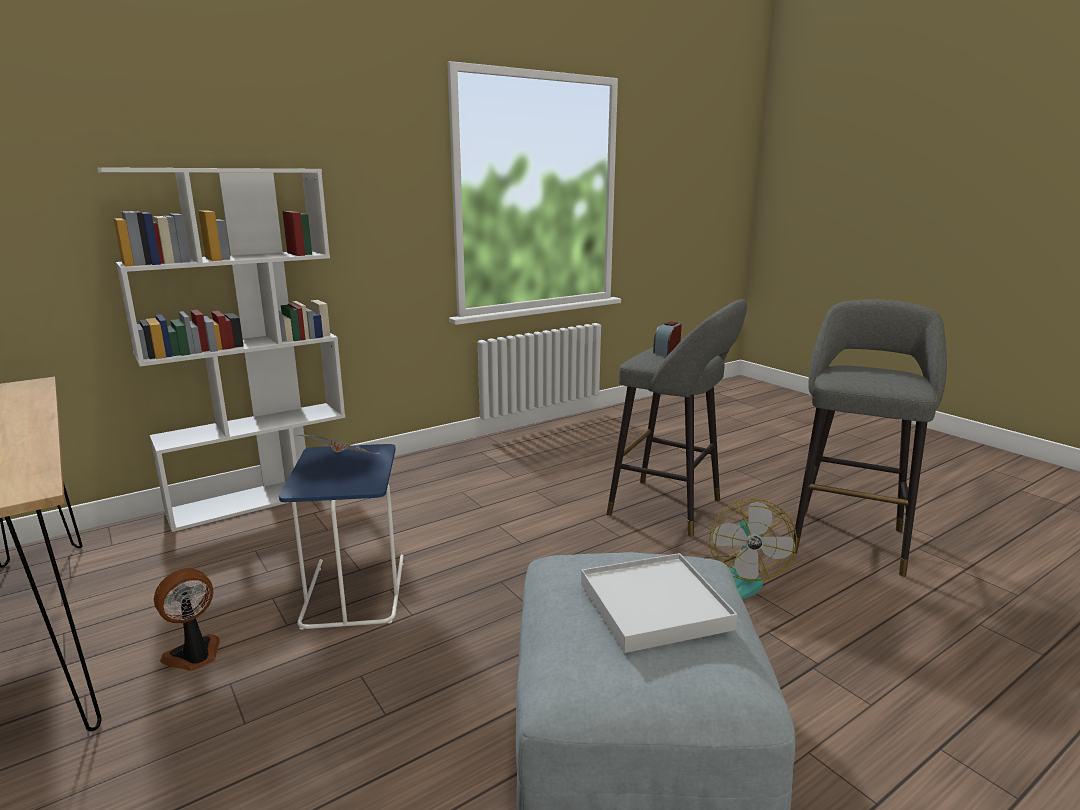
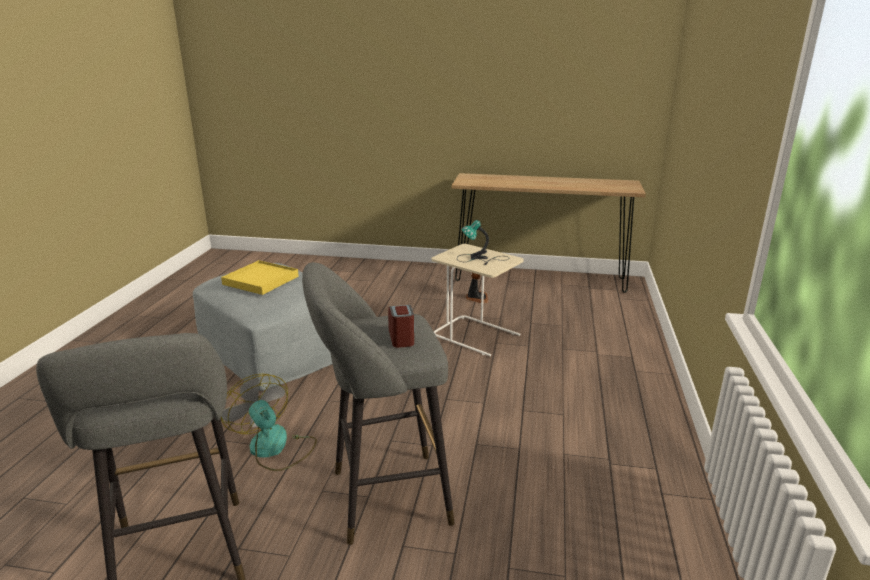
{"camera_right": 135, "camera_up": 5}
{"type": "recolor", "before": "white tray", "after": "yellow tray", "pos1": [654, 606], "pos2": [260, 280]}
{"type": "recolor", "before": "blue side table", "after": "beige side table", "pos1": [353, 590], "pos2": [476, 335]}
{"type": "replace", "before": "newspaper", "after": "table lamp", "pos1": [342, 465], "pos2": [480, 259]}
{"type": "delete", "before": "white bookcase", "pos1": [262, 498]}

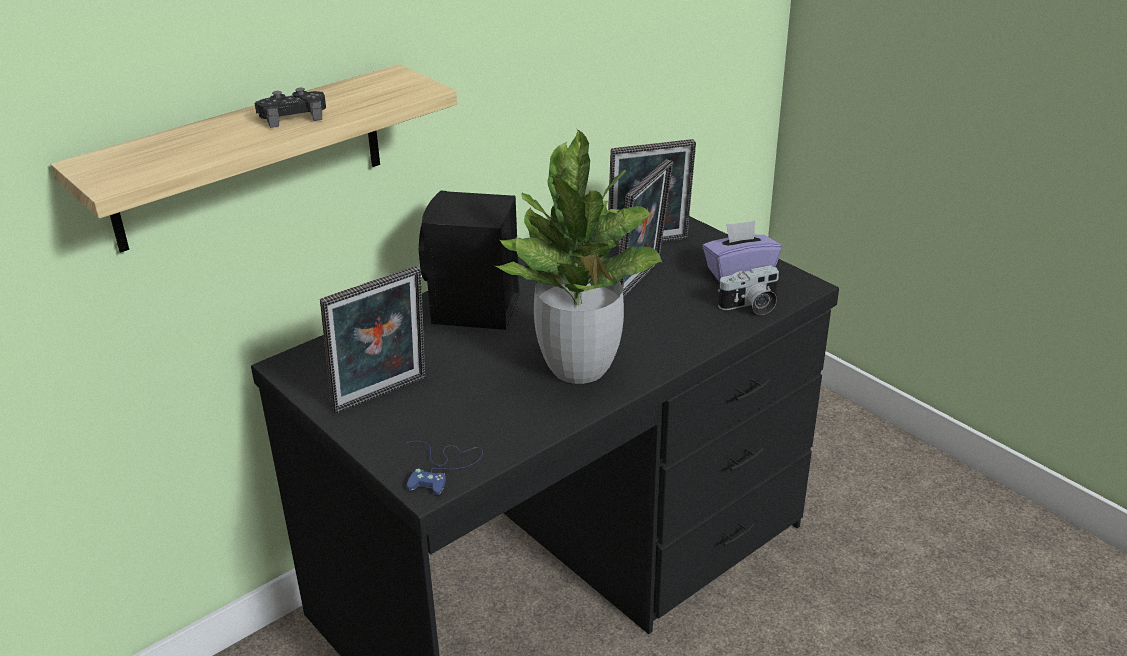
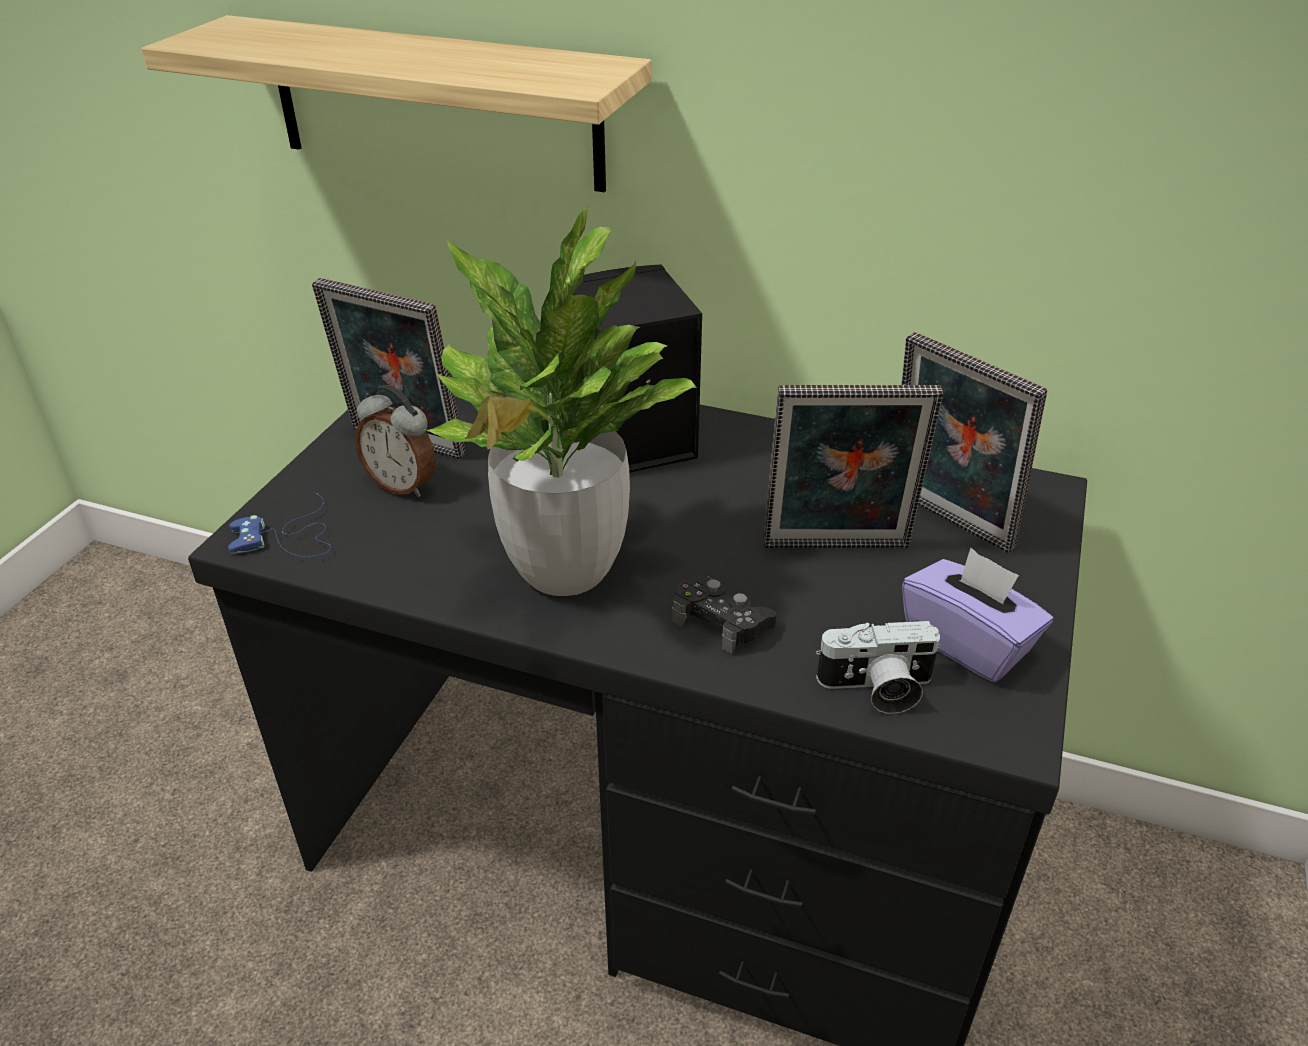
{"camera_right": 60, "camera_up": 5}
{"type": "insert", "after": "alarm clock", "pos2": [403, 485]}
{"type": "move", "before": "black game controller", "pos1": [292, 116], "pos2": [721, 621]}
{"type": "rotate", "before": "photo camera", "pos1": [751, 306], "pos2": [877, 689], "turn": -45}

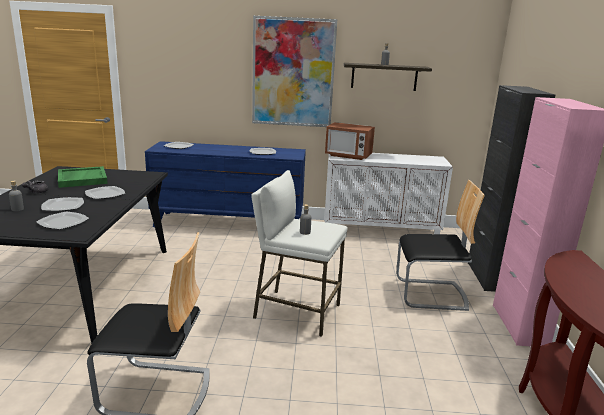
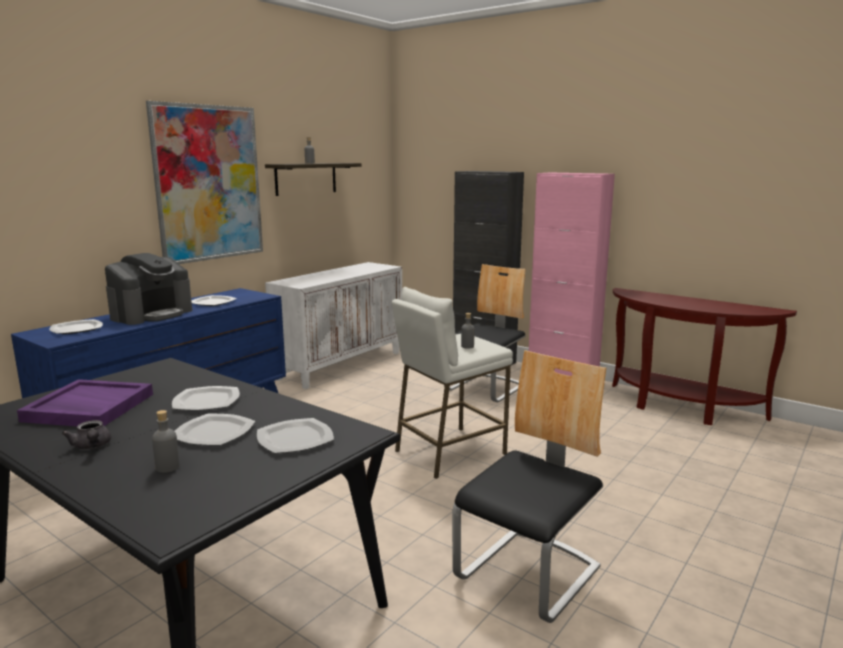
{"camera_right": -55, "camera_up": -5}
{"type": "recolor", "before": "green tray", "after": "purple tray", "pos1": [82, 179], "pos2": [88, 407]}
{"type": "insert", "after": "coffee machine", "pos2": [152, 314]}
{"type": "delete", "before": "microwave", "pos1": [348, 156]}

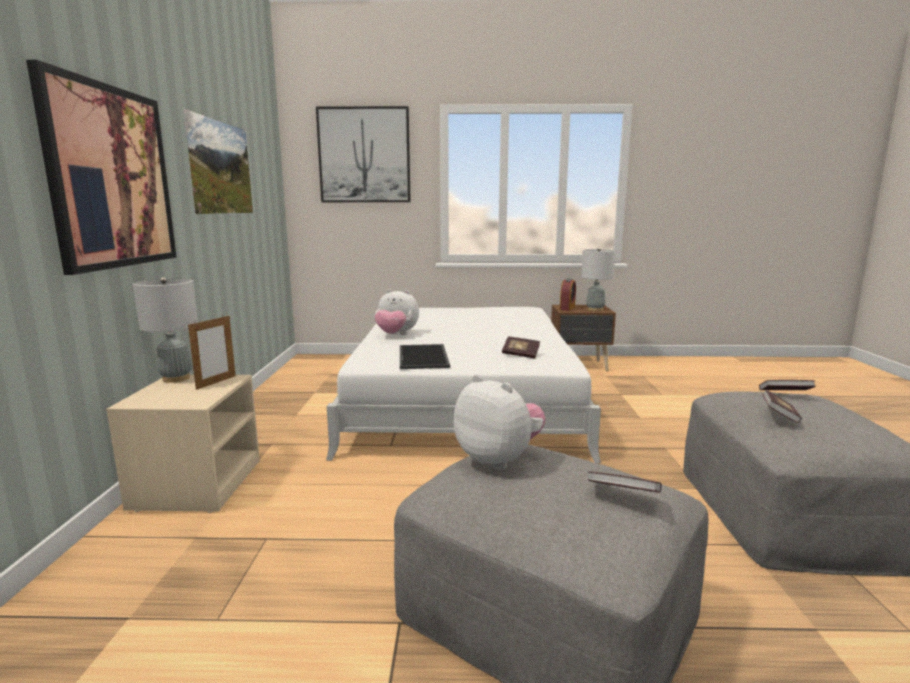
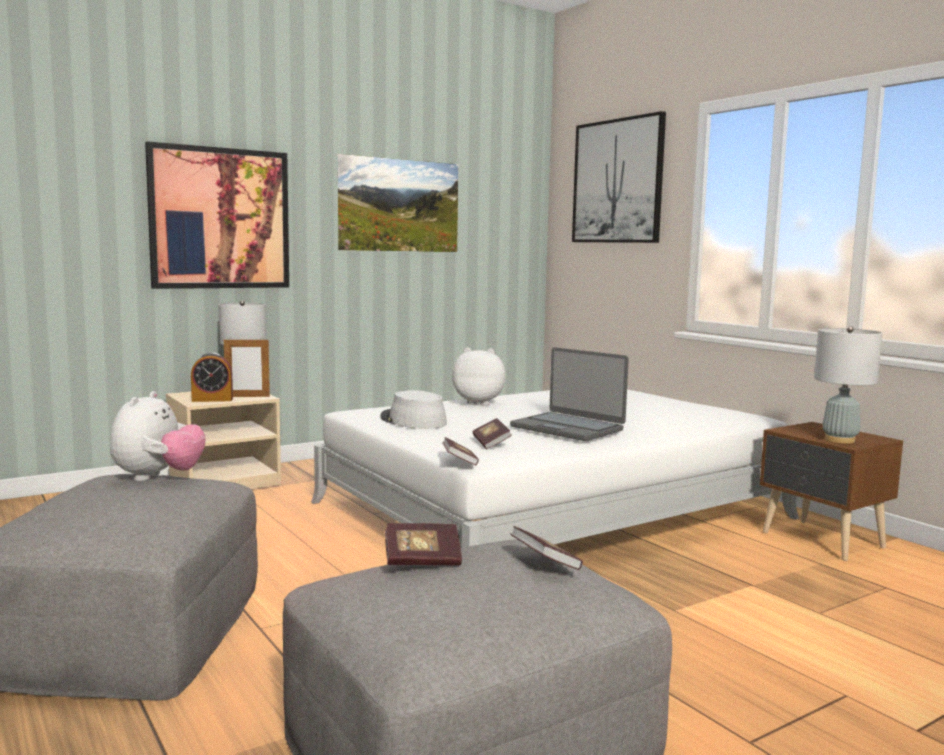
{"camera_right": 55, "camera_up": -5}
{"type": "move", "before": "alarm clock", "pos1": [567, 308], "pos2": [212, 400]}
{"type": "replace", "before": "tray", "after": "grey hat", "pos1": [424, 357], "pos2": [412, 421]}
{"type": "move", "before": "book", "pos1": [623, 495], "pos2": [459, 462]}
{"type": "rotate", "before": "plush toy", "pos1": [396, 335], "pos2": [479, 403], "turn": 120}
{"type": "insert", "after": "laptop", "pos2": [567, 428]}

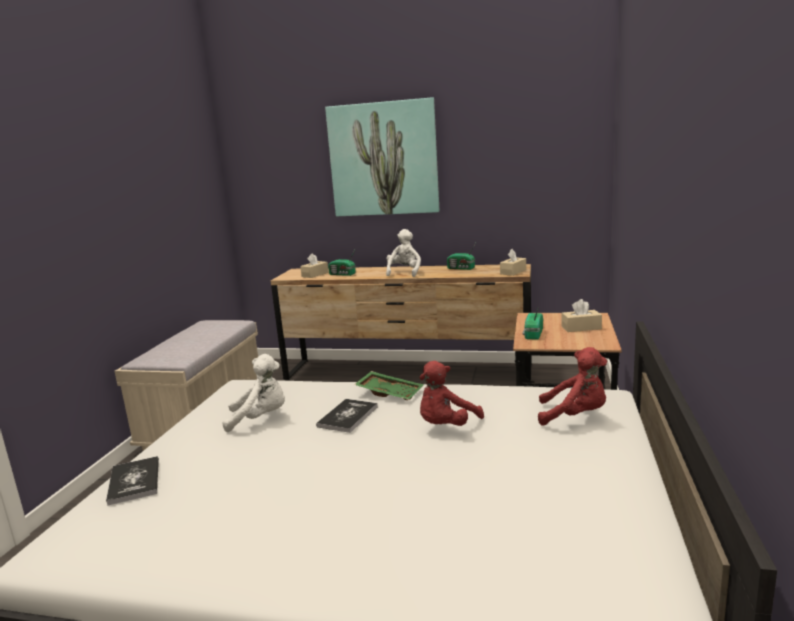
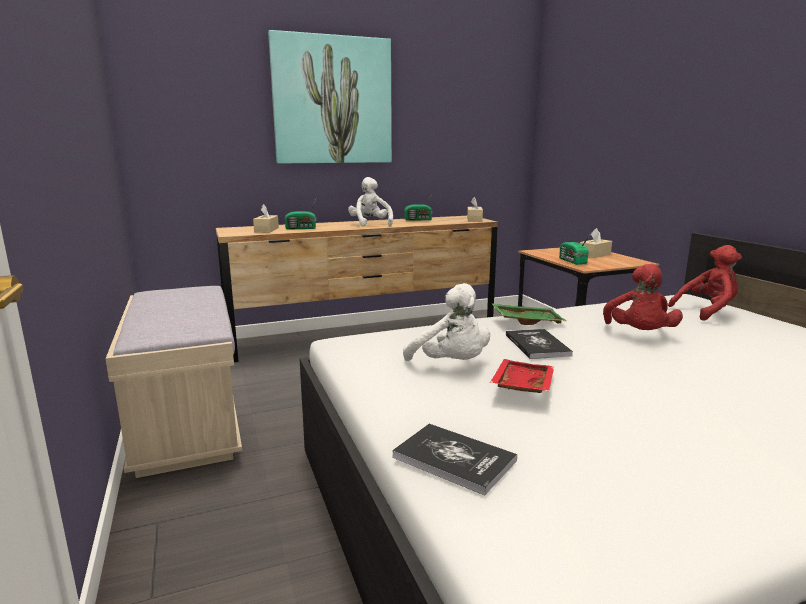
{"camera_right": -35, "camera_up": 0}
{"type": "rotate", "before": "white plush toy", "pos1": [260, 418], "pos2": [451, 364], "turn": 90}
{"type": "insert", "after": "red tray", "pos2": [521, 386]}

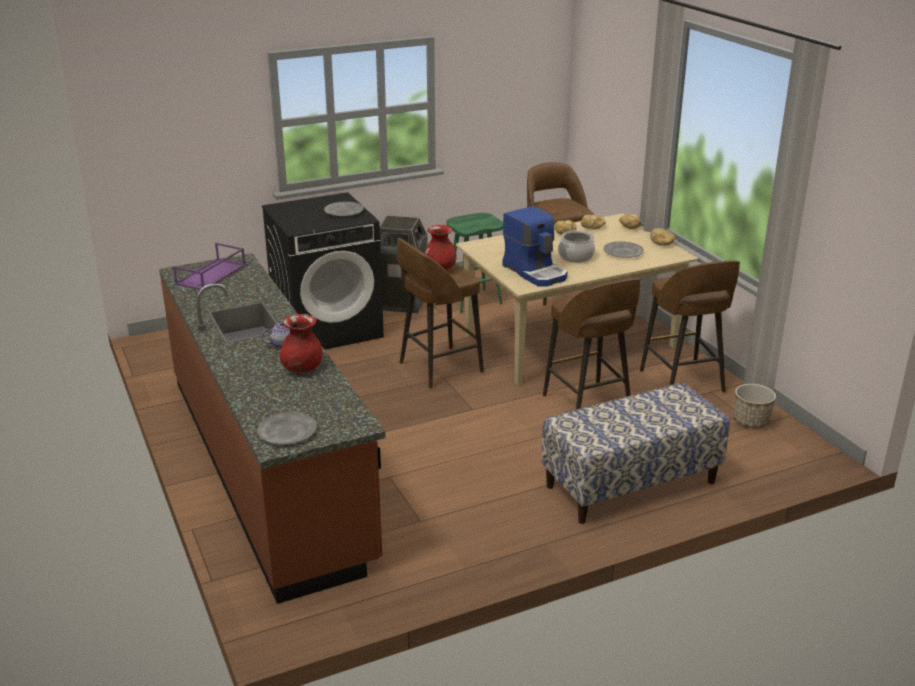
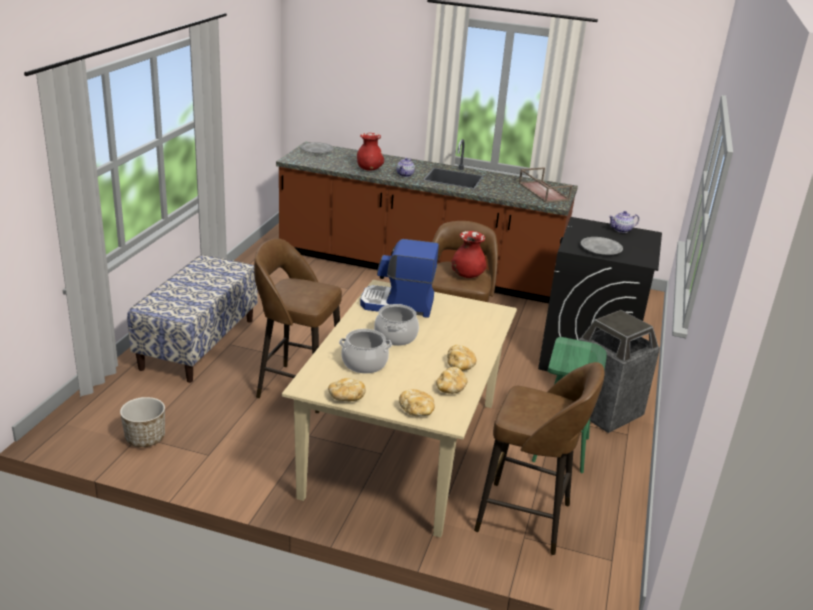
{"camera_right": 130, "camera_up": 0}
{"type": "replace", "before": "grey plate", "after": "cooking pot", "pos1": [622, 252], "pos2": [364, 363]}
{"type": "recolor", "before": "purple tray", "after": "brown tray", "pos1": [211, 275], "pos2": [542, 191]}
{"type": "insert", "after": "teapot", "pos2": [621, 230]}
{"type": "delete", "before": "brown stool", "pos1": [683, 382]}

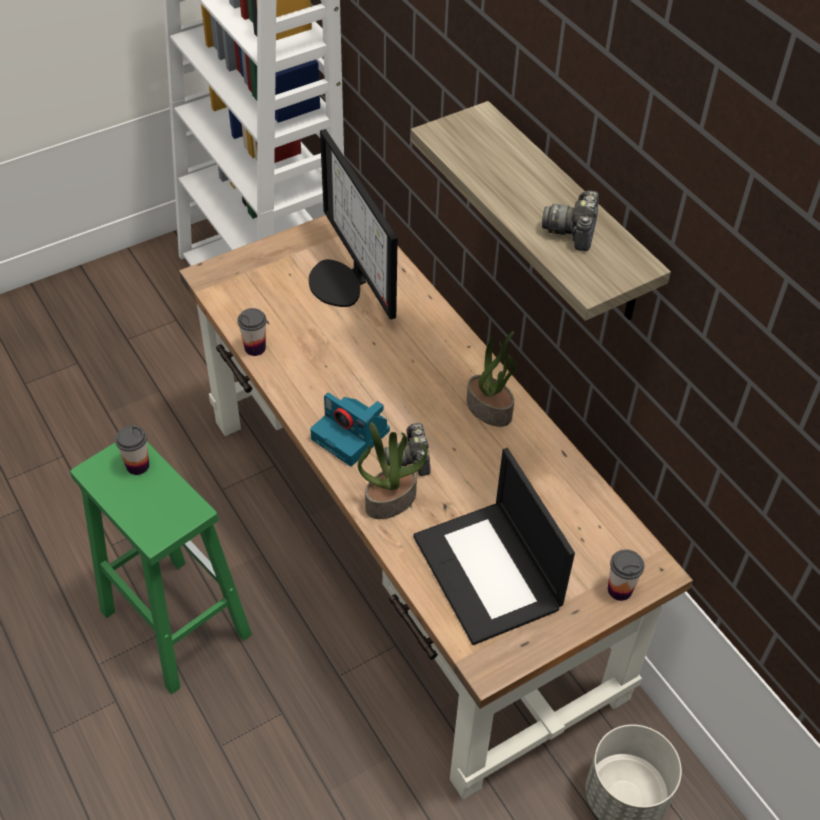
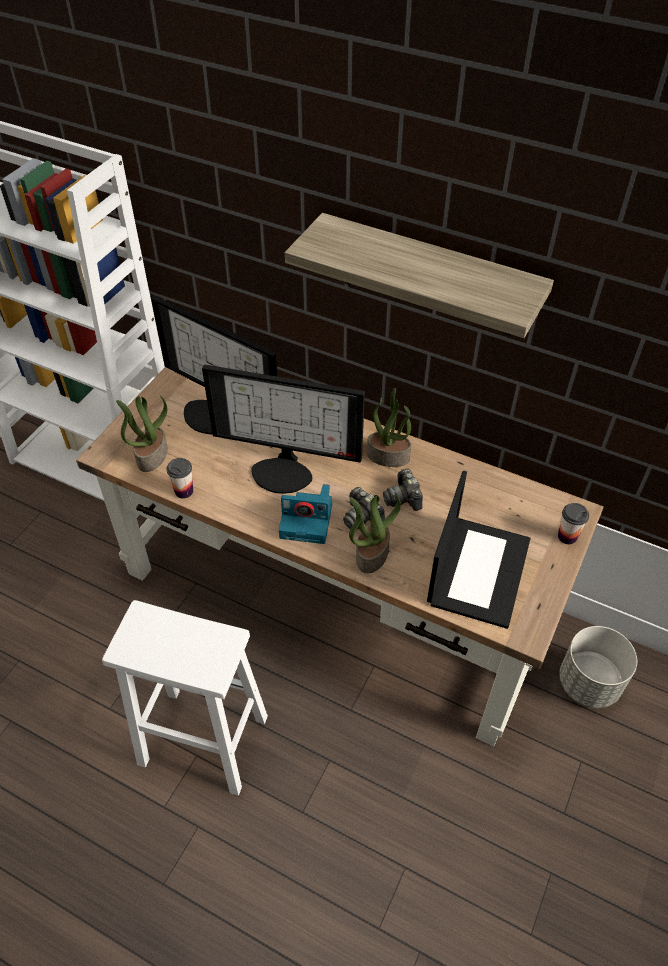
{"camera_right": -30, "camera_up": 0}
{"type": "recolor", "before": "green stool", "after": "white stool", "pos1": [174, 622], "pos2": [201, 740]}
{"type": "insert", "after": "potted plant", "pos2": [152, 455]}
{"type": "insert", "after": "monitor", "pos2": [284, 470]}
{"type": "move", "before": "photo camera", "pos1": [573, 230], "pos2": [403, 498]}
{"type": "rotate", "before": "laptop", "pos1": [489, 573], "pos2": [478, 570], "turn": -105}
{"type": "delete", "before": "cup", "pos1": [137, 465]}

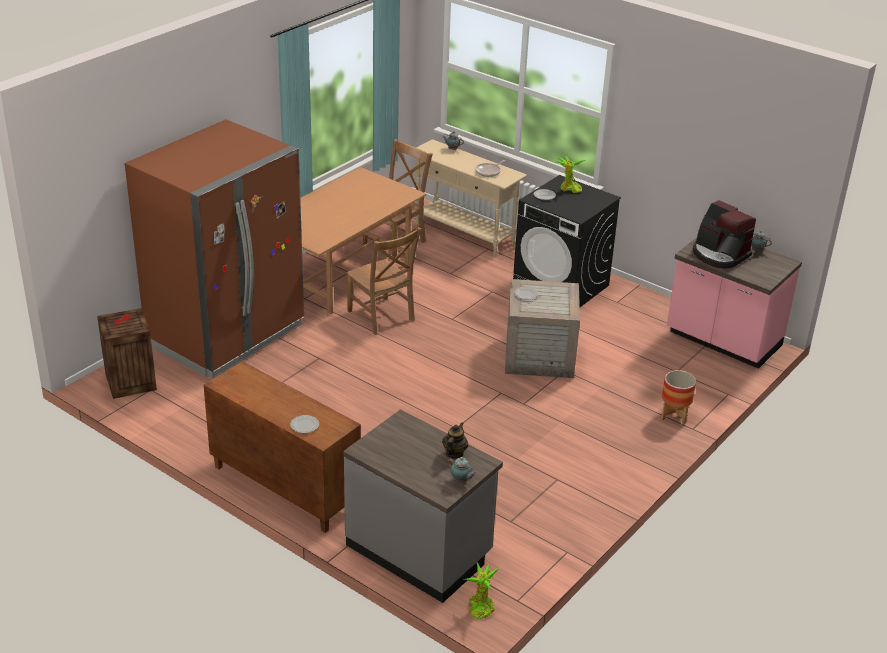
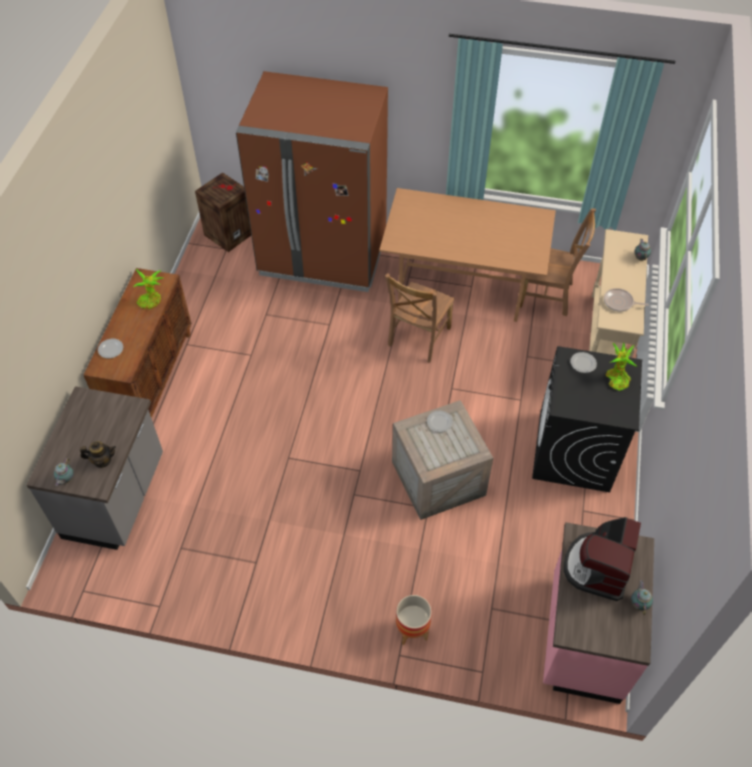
{"camera_right": 65, "camera_up": 20}
{"type": "move", "before": "potted plant", "pos1": [480, 607], "pos2": [151, 301]}

